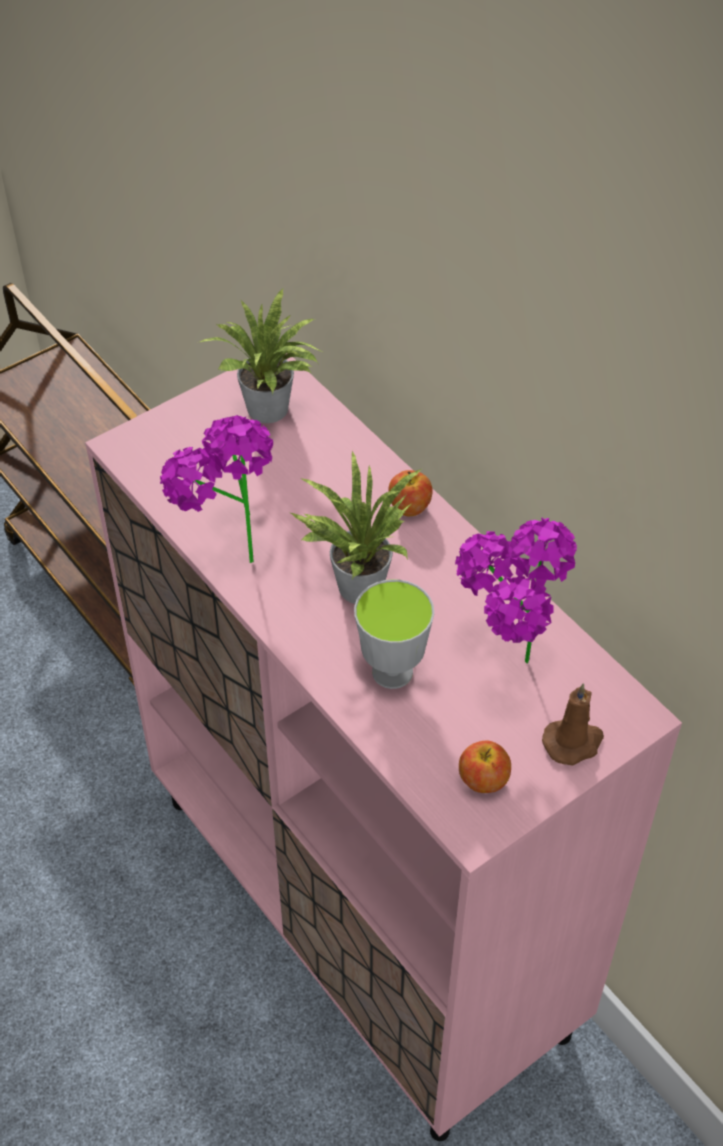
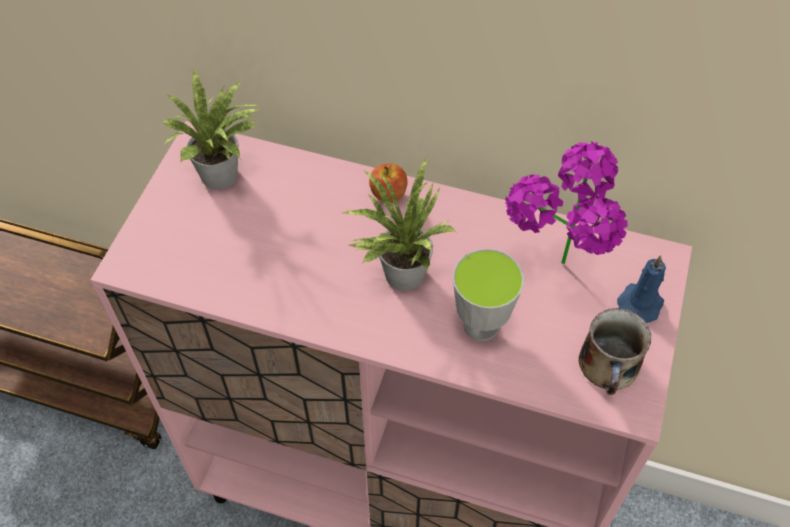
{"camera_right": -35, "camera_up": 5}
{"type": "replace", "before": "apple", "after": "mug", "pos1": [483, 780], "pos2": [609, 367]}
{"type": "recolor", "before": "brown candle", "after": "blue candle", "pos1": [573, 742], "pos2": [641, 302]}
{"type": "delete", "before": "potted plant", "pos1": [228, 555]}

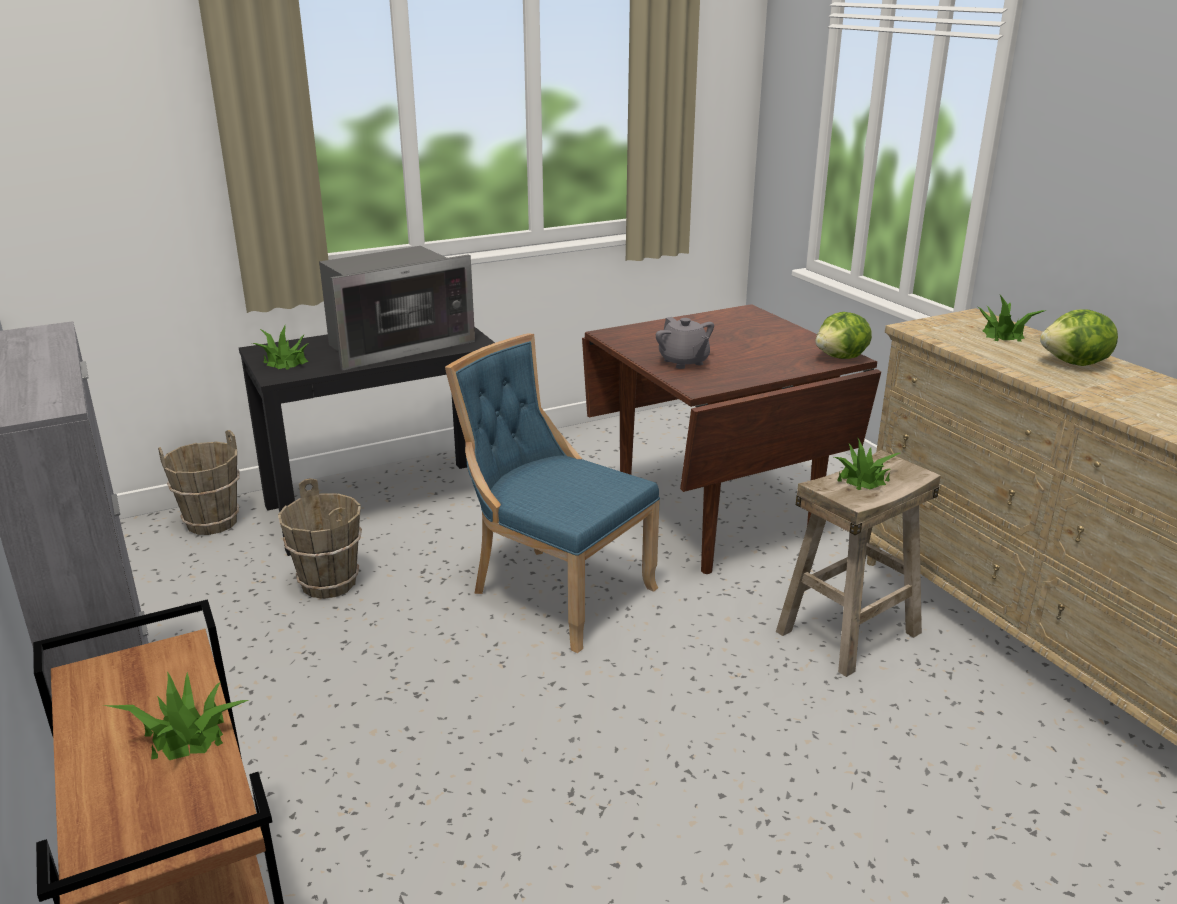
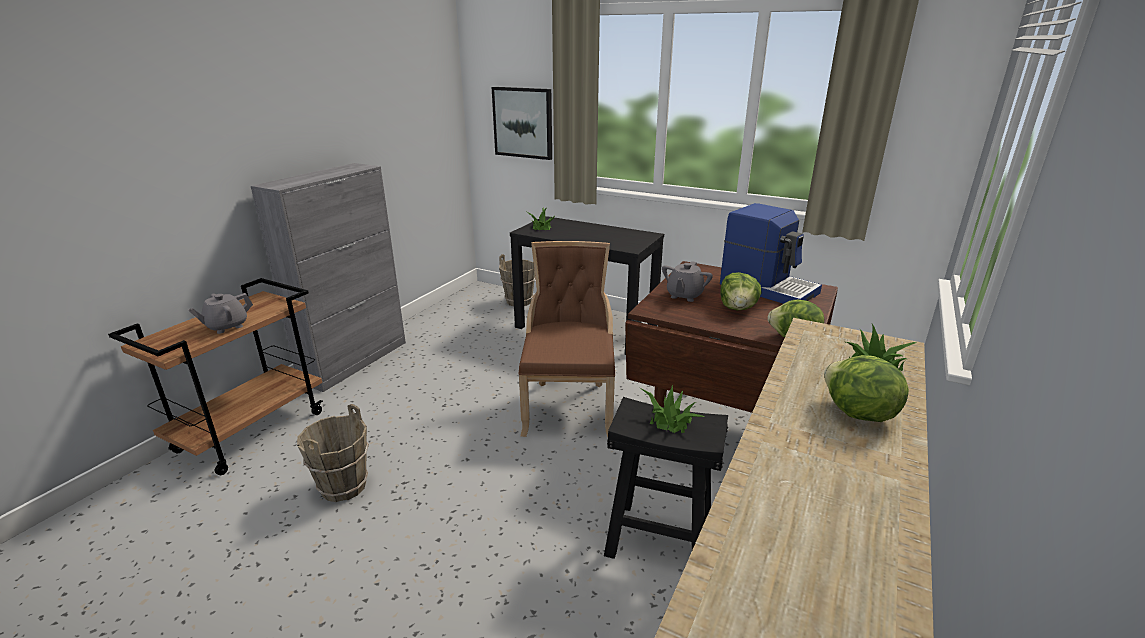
{"camera_right": 55, "camera_up": 0}
{"type": "replace", "before": "potted plant", "after": "grey teapot", "pos1": [185, 735], "pos2": [227, 326]}
{"type": "move", "before": "brown bucket", "pos1": [328, 584], "pos2": [343, 487]}
{"type": "insert", "after": "picture", "pos2": [523, 122]}
{"type": "recolor", "before": "blue chair", "after": "brown chair", "pos1": [555, 591], "pos2": [569, 406]}
{"type": "recolor", "before": "beige stool", "after": "black stool", "pos1": [849, 633], "pos2": [658, 540]}
{"type": "insert", "after": "coffee machine", "pos2": [768, 288]}
{"type": "insert", "after": "lettuce", "pos2": [738, 308]}
{"type": "delete", "before": "microwave", "pos1": [395, 345]}

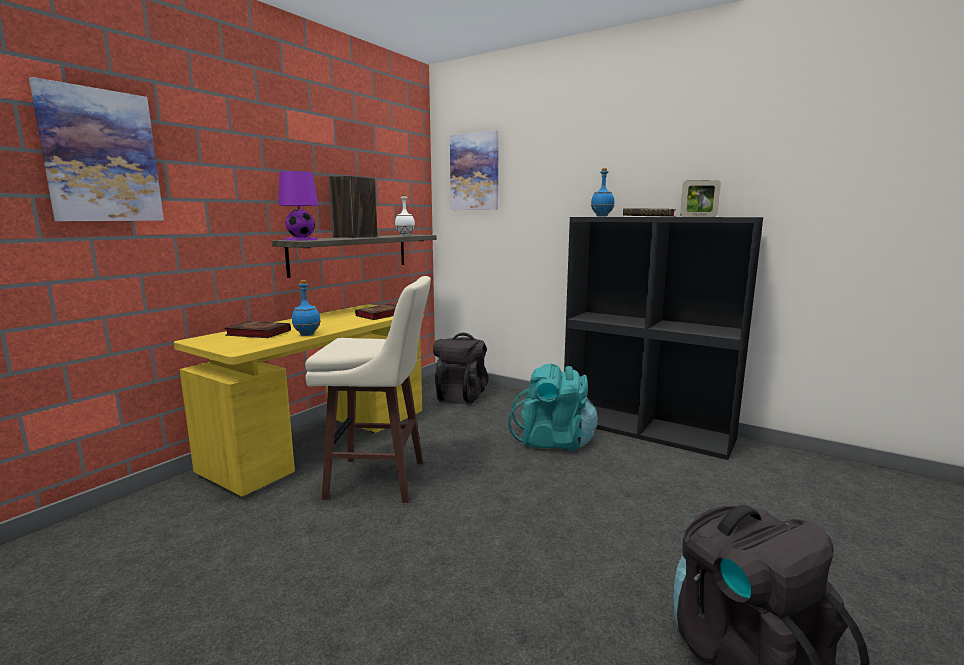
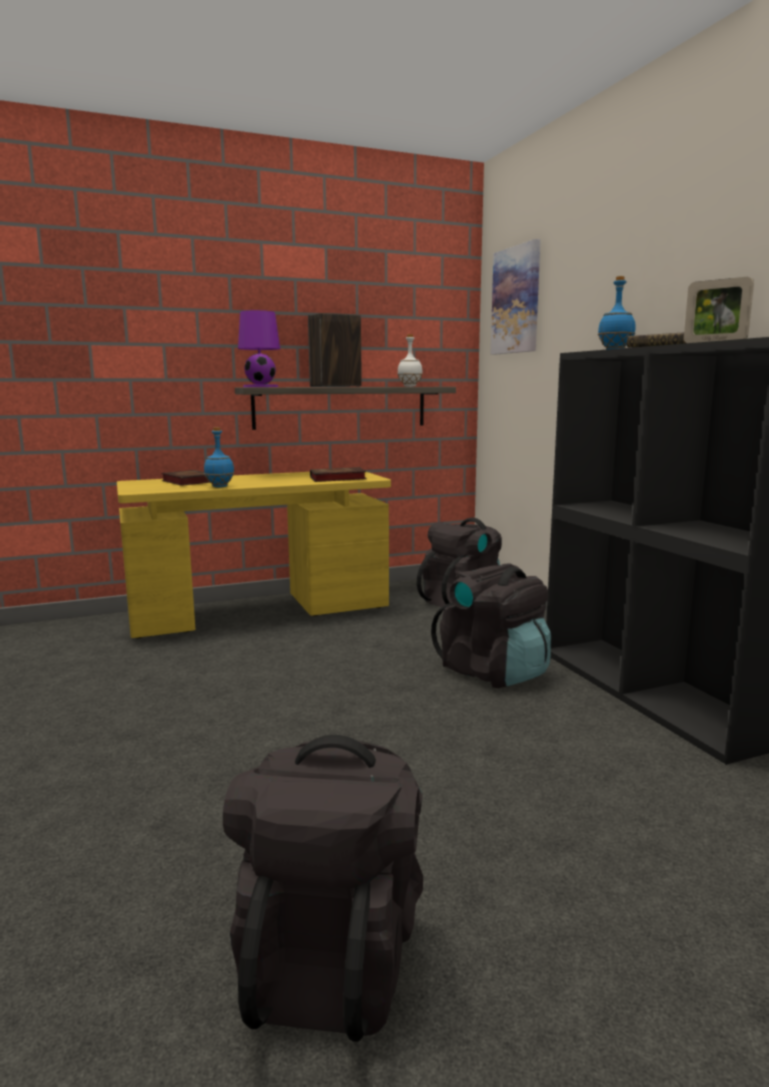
{"camera_right": 35, "camera_up": 0}
{"type": "recolor", "before": "turquoise backpack", "after": "black backpack", "pos1": [554, 441], "pos2": [493, 672]}
{"type": "delete", "before": "picture", "pos1": [101, 156]}
{"type": "delete", "before": "beige stool", "pos1": [379, 480]}

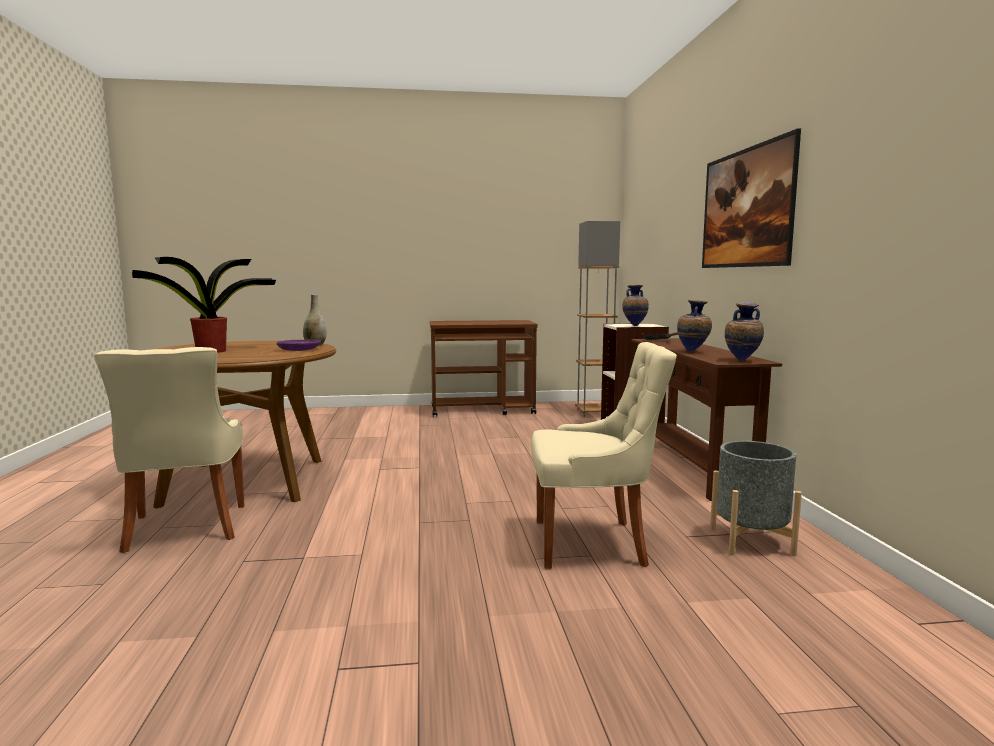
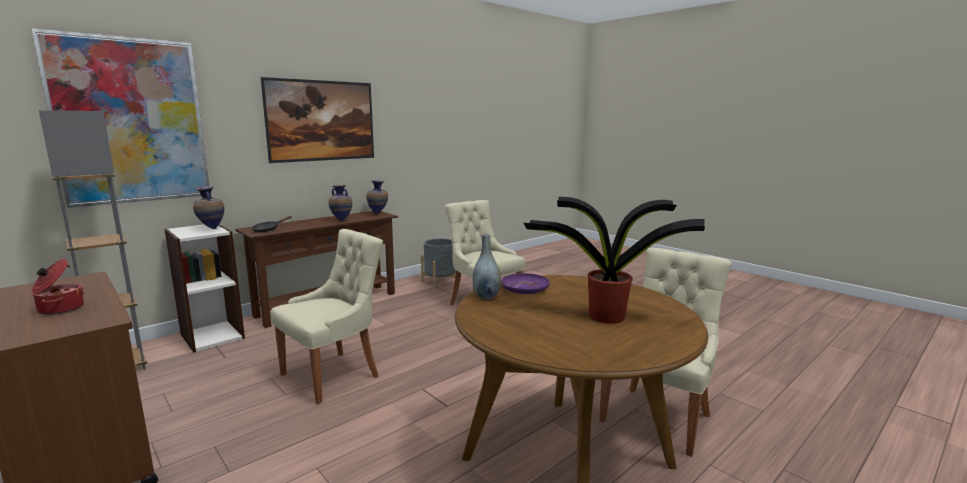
{"camera_right": -125, "camera_up": 5}
{"type": "insert", "after": "picture", "pos2": [131, 121]}
{"type": "insert", "after": "cooking pot", "pos2": [59, 309]}
{"type": "insert", "after": "beige chair", "pos2": [334, 374]}

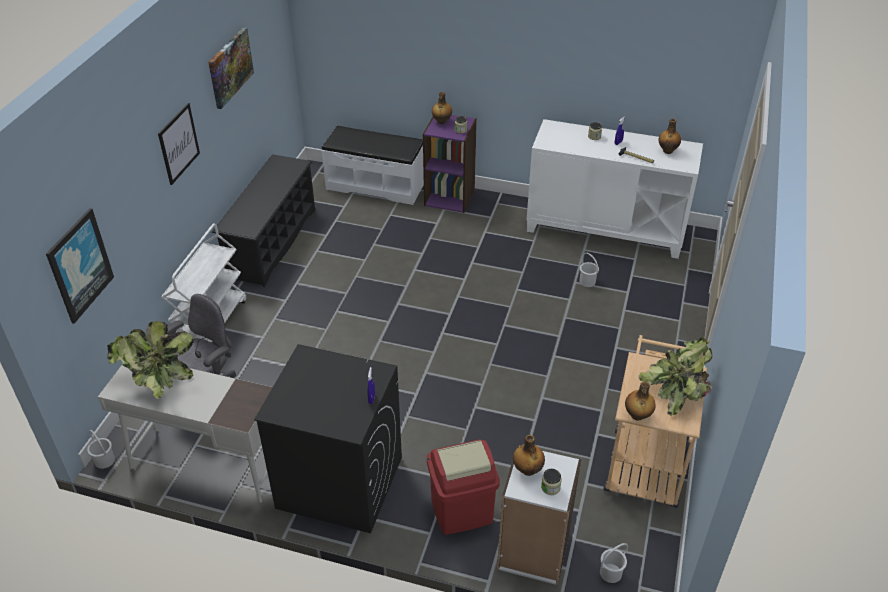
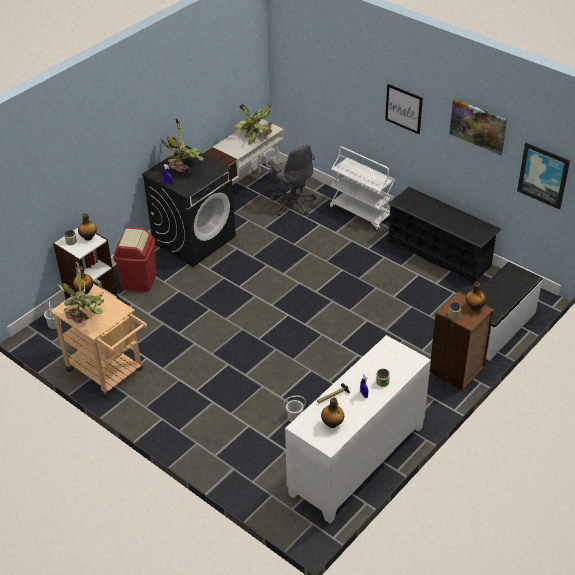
{"camera_right": 115, "camera_up": 0}
{"type": "insert", "after": "potted plant", "pos2": [186, 167]}
{"type": "recolor", "before": "purple bookcase", "after": "brown bookcase", "pos1": [449, 197], "pos2": [457, 369]}
{"type": "move", "before": "picture", "pos1": [79, 265], "pos2": [543, 175]}

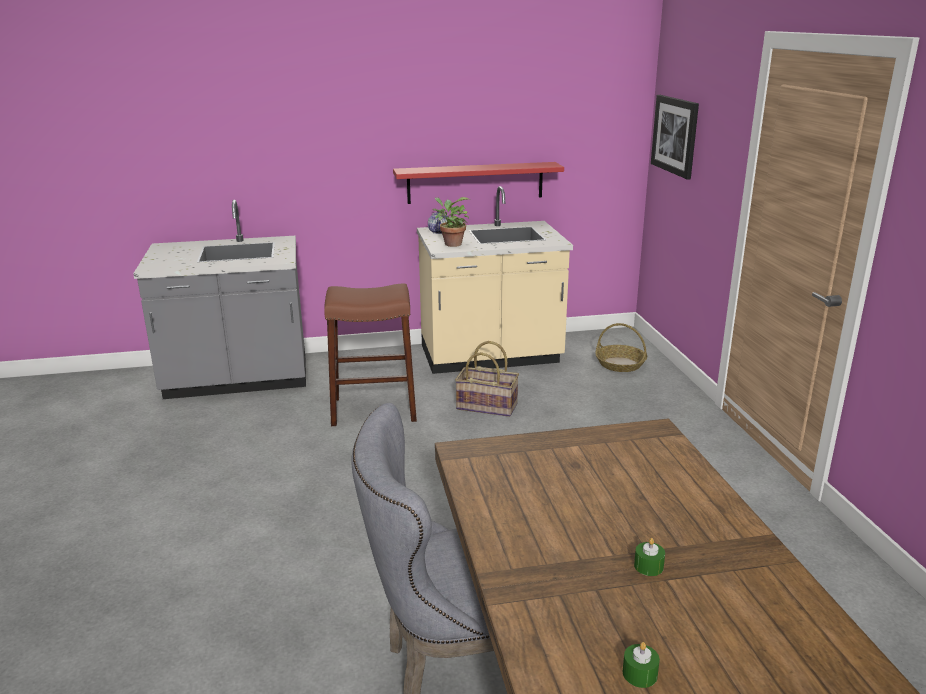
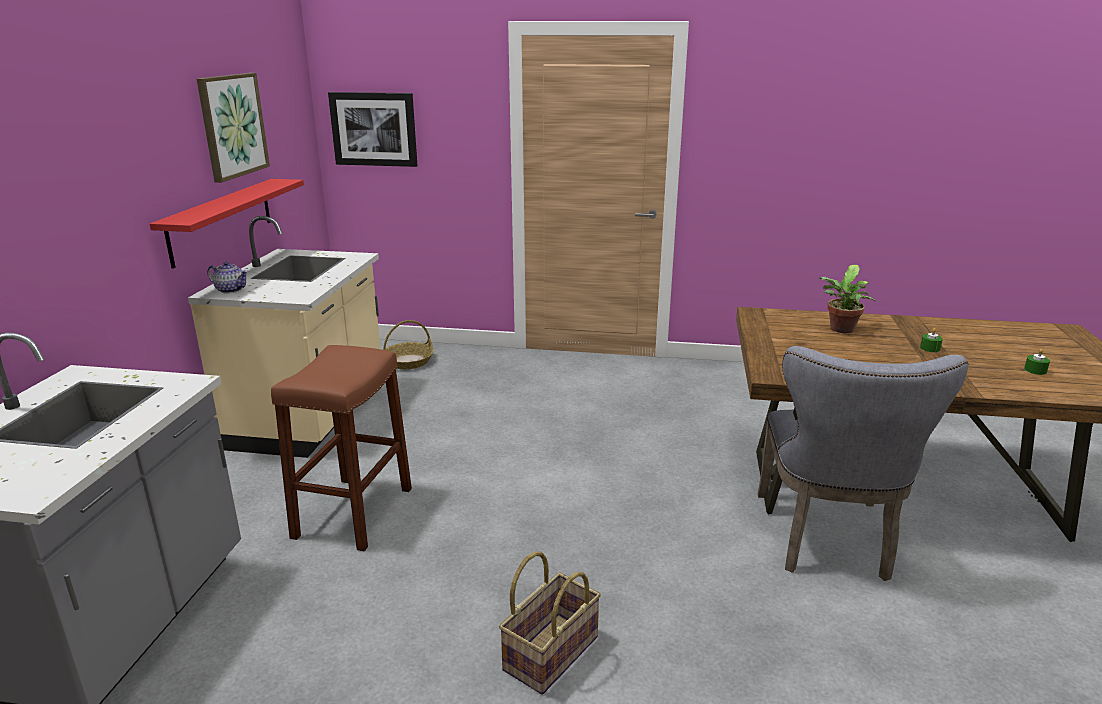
{"camera_right": -70, "camera_up": 0}
{"type": "insert", "after": "picture", "pos2": [232, 125]}
{"type": "move", "before": "basket", "pos1": [487, 406], "pos2": [550, 652]}
{"type": "move", "before": "potted plant", "pos1": [450, 244], "pos2": [840, 330]}

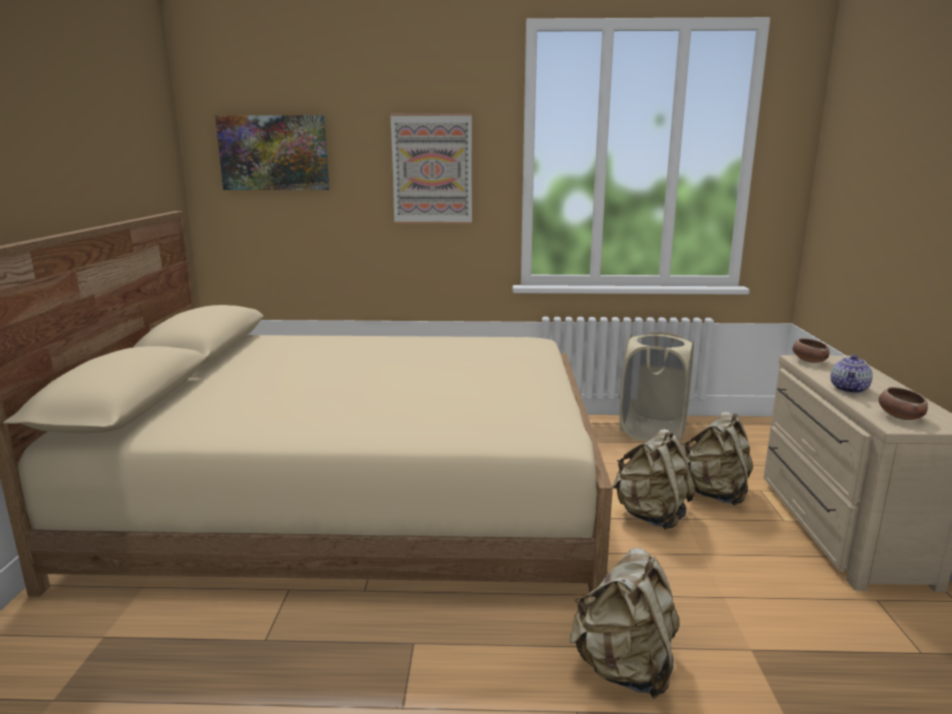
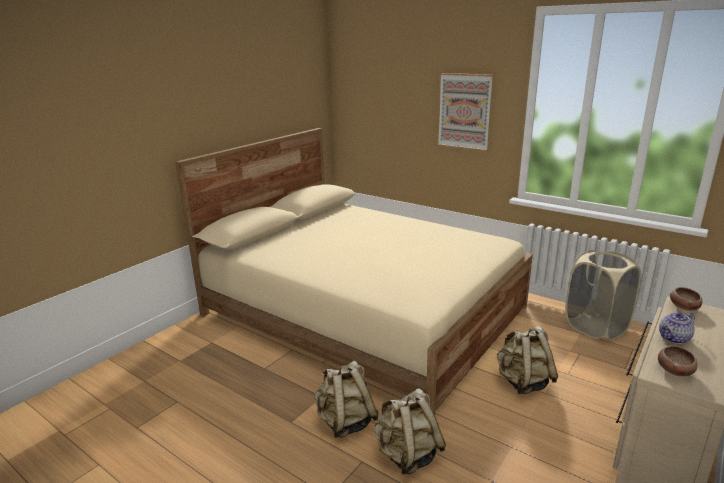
{"camera_right": 35, "camera_up": 5}
{"type": "move", "before": "beige backpack", "pos1": [714, 494], "pos2": [345, 422]}
{"type": "delete", "before": "picture", "pos1": [274, 153]}

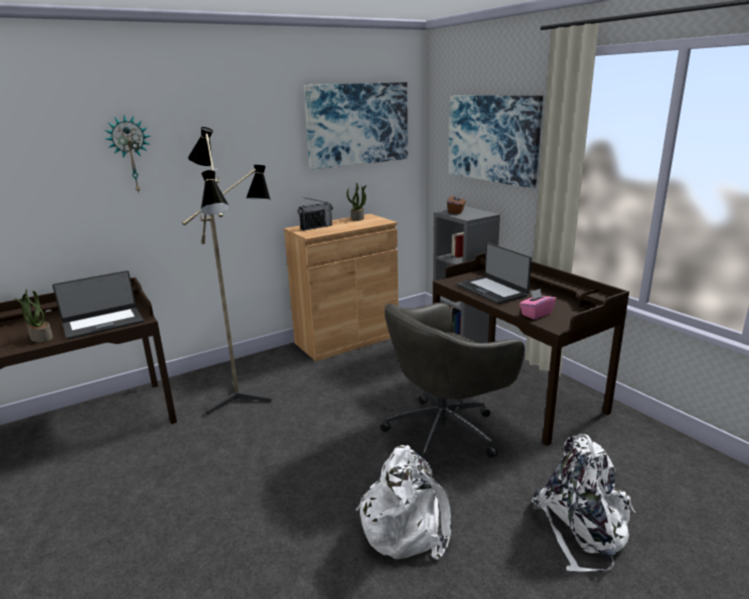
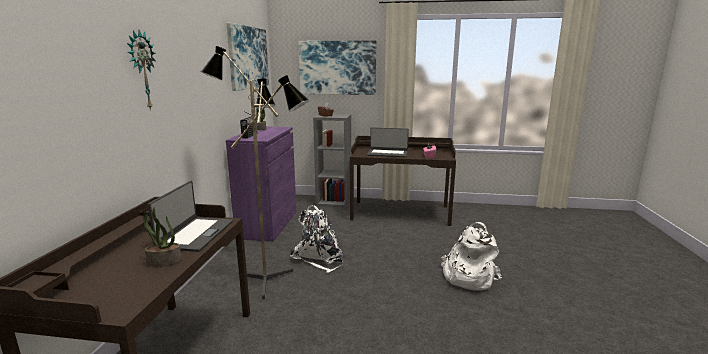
{"camera_right": -50, "camera_up": -5}
{"type": "recolor", "before": "brown cabinet", "after": "purple cabinet", "pos1": [347, 339], "pos2": [268, 224]}
{"type": "move", "before": "white backpack", "pos1": [582, 528], "pos2": [319, 257]}
{"type": "delete", "before": "grey office chair", "pos1": [445, 431]}

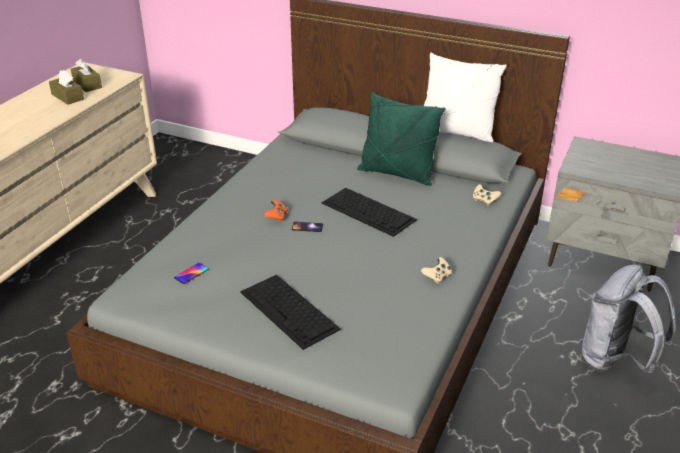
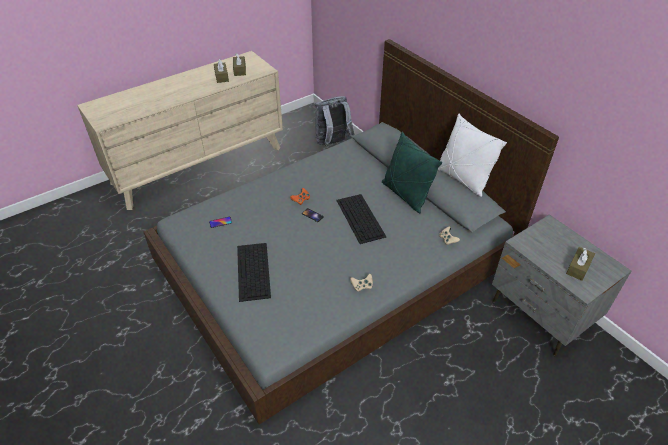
{"camera_right": 30, "camera_up": 10}
{"type": "move", "before": "grey backpack", "pos1": [616, 360], "pos2": [332, 144]}
{"type": "insert", "after": "brown tissue box", "pos2": [578, 268]}

